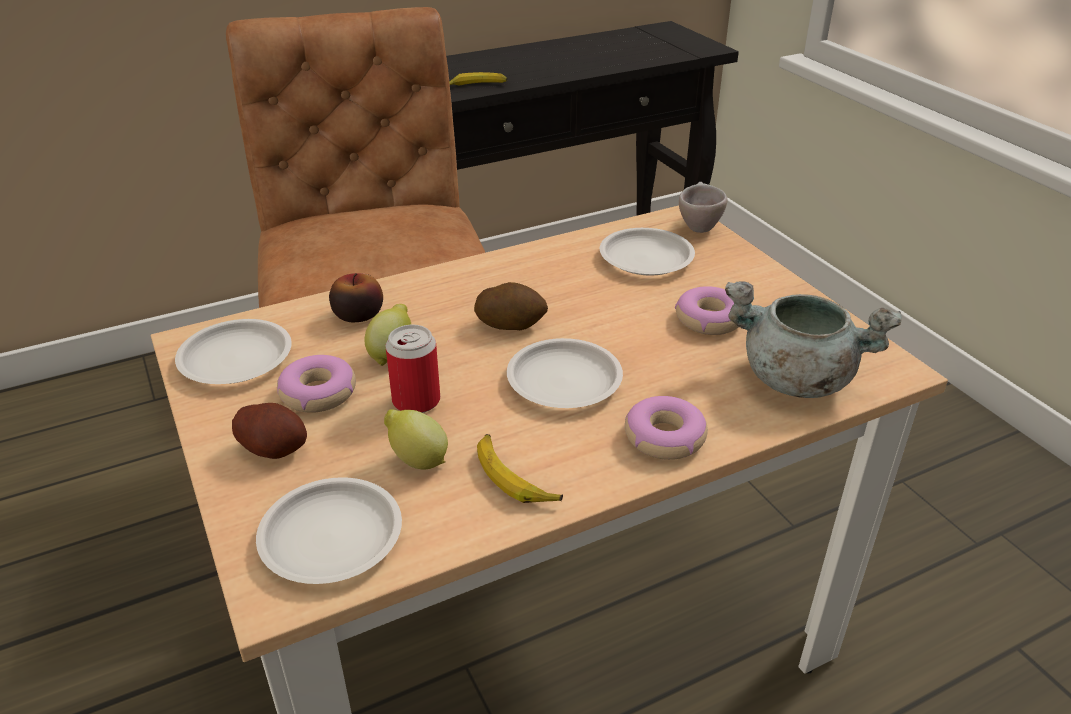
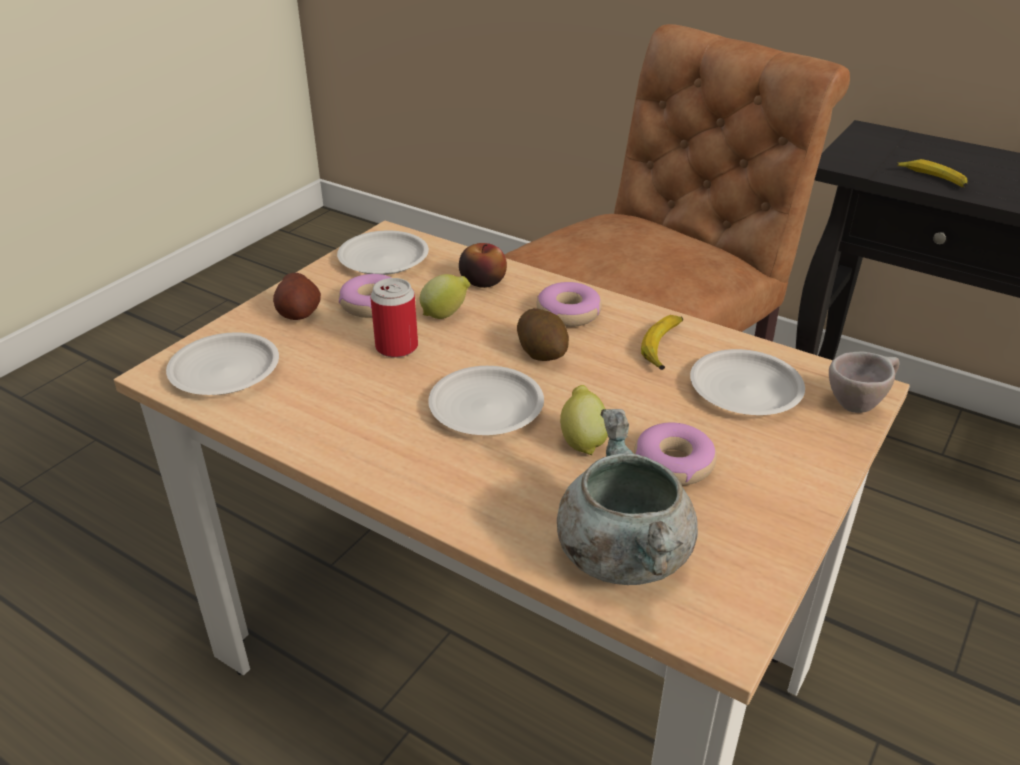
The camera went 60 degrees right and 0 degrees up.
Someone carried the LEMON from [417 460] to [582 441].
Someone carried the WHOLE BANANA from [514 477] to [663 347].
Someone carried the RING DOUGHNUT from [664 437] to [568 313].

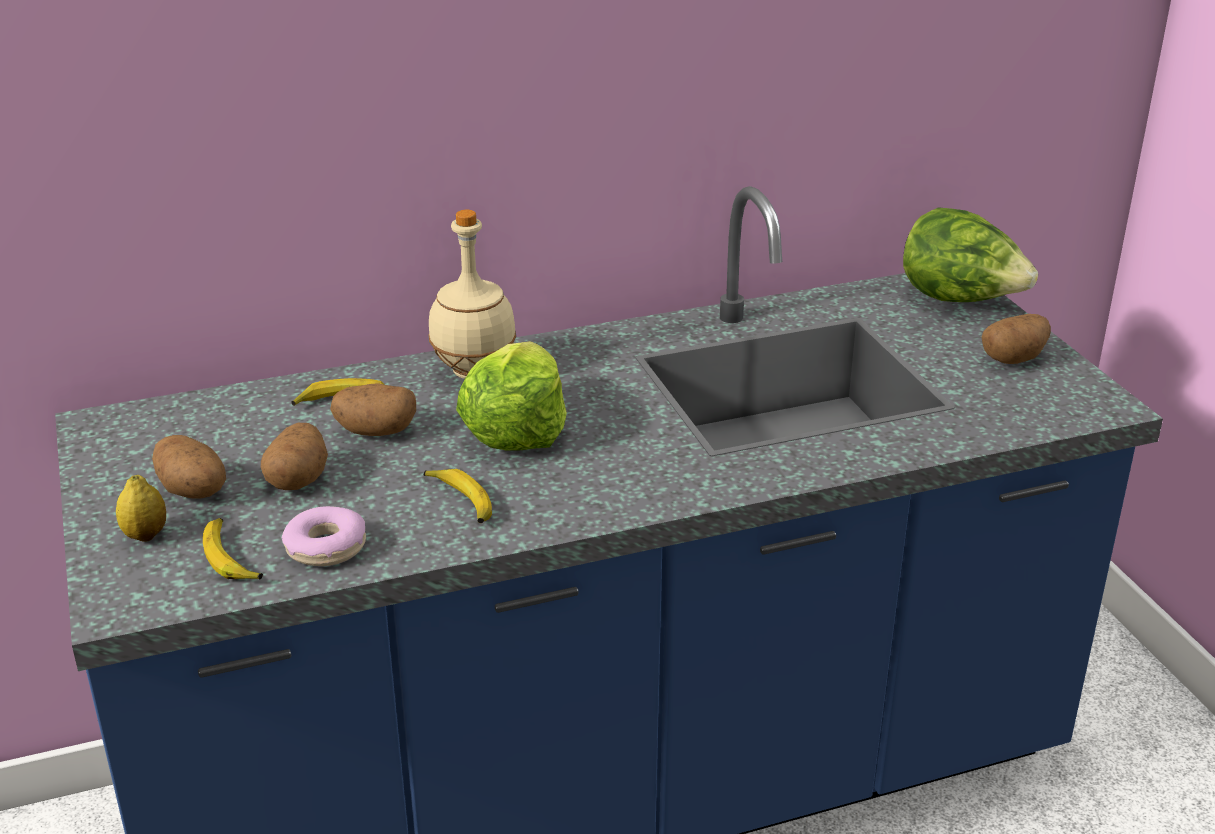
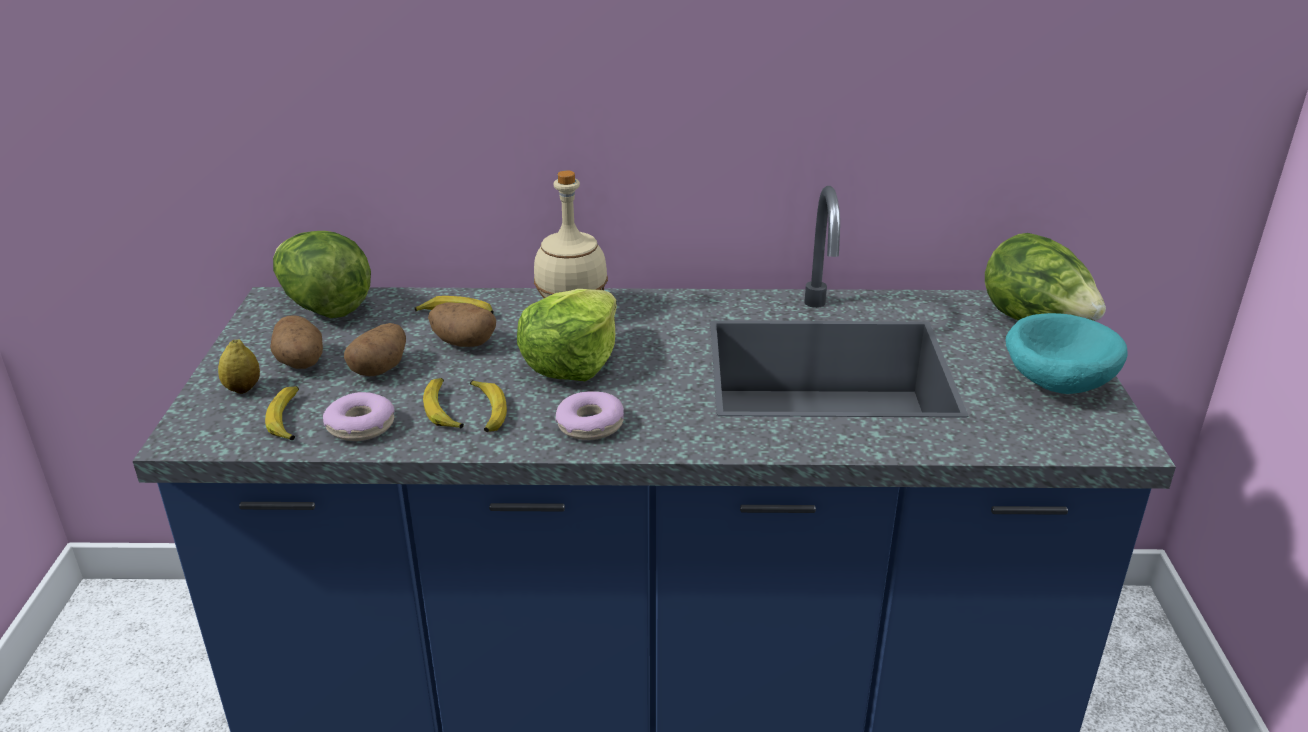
The camera went 20 degrees right and 0 degrees up.
Someone put down the LETTUCE at [324 306].
Someone put down the WHOLE BANANA at [444 410].
Someone put down the RING DOUGHNUT at [590 425].
Someone swapped the POTATO at [1013 358] for the BLUE-GREEN BOWL at [1055 382].

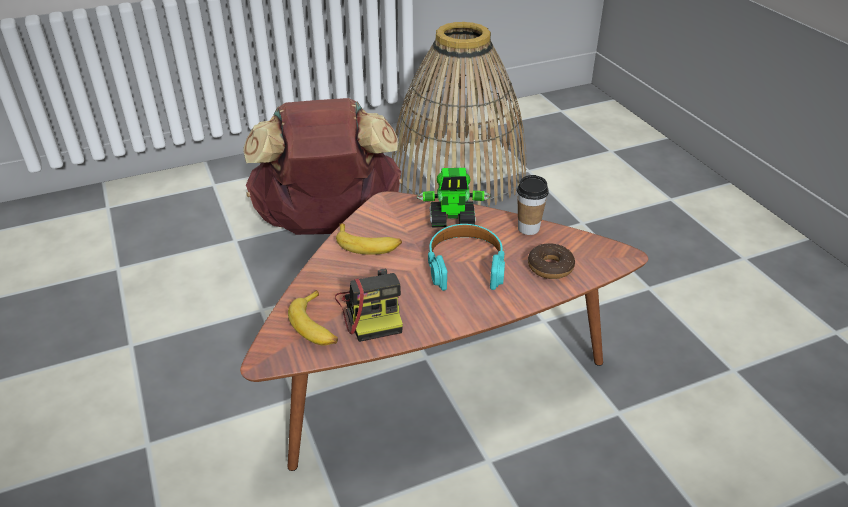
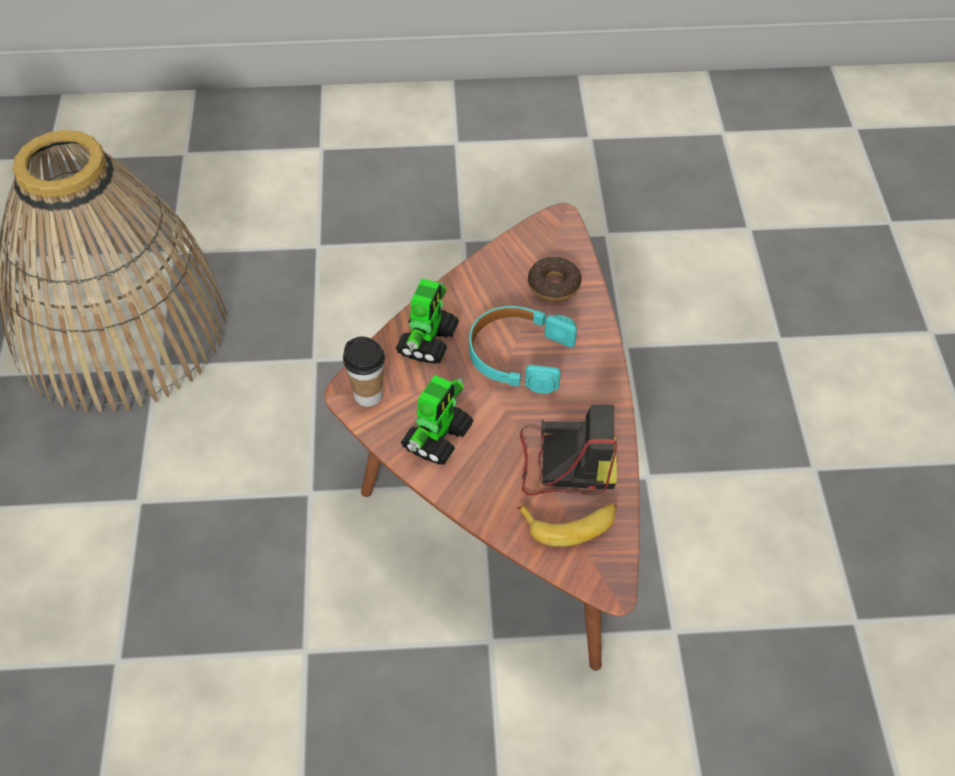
The camera went 70 degrees left and 15 degrees up.
Someone took away the BROWNISH RUCKSACK at [328 225].
Someone carried the CUP from [528 228] to [368 395].
Someone swapped the WHOLE BANANA at [368 245] for the MODEL ROBOT at [438 437].

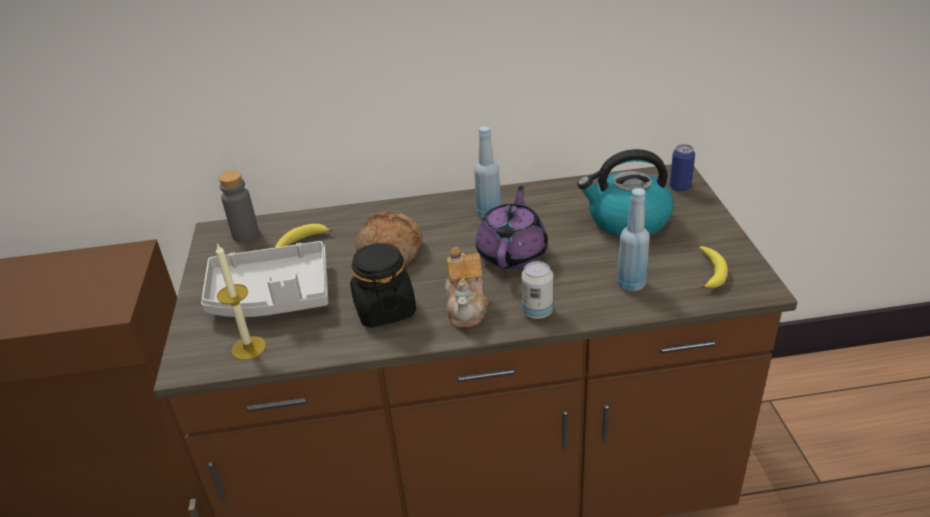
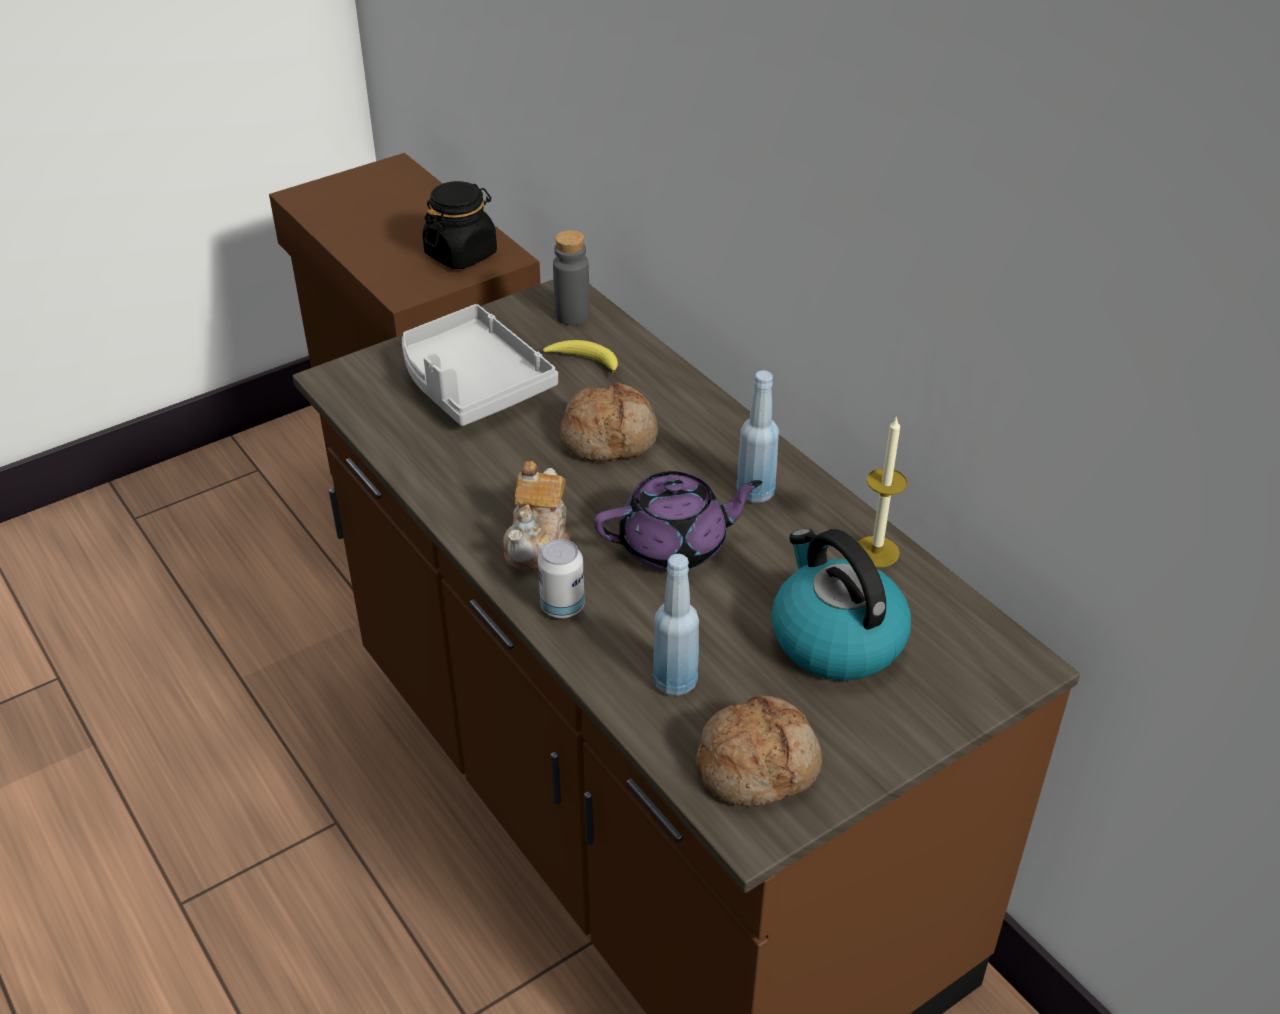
The camera went 60 degrees right and 5 degrees up.
Someone took away the METAL CAN at [680 187].
Someone carried the WAX LIGHT from [248 348] to [876 551].
Someone carried the BLACK-COLOURED JAR from [384 309] to [461 254].
Someone swapped the WHOLE BANANA at [711 272] for the BAKED BREAD at [757 764].
Someone rotated the POT FOR TEA at [467 306] by 45 degrees counterclockwise.

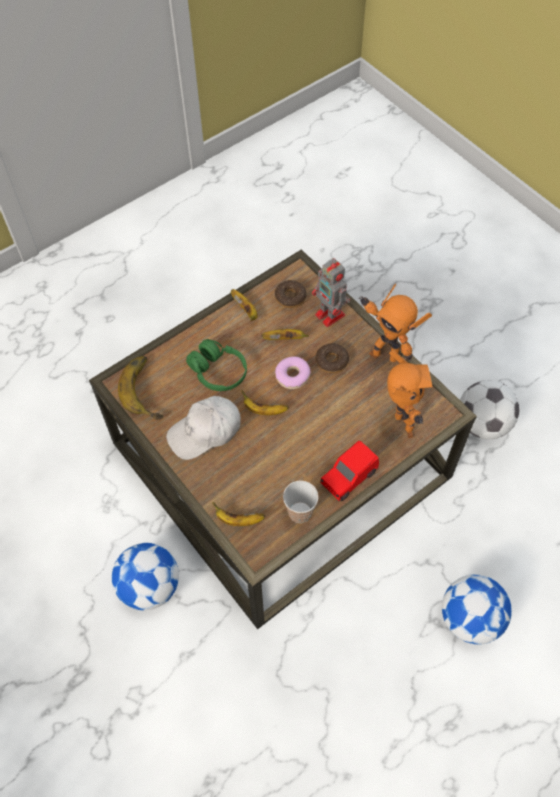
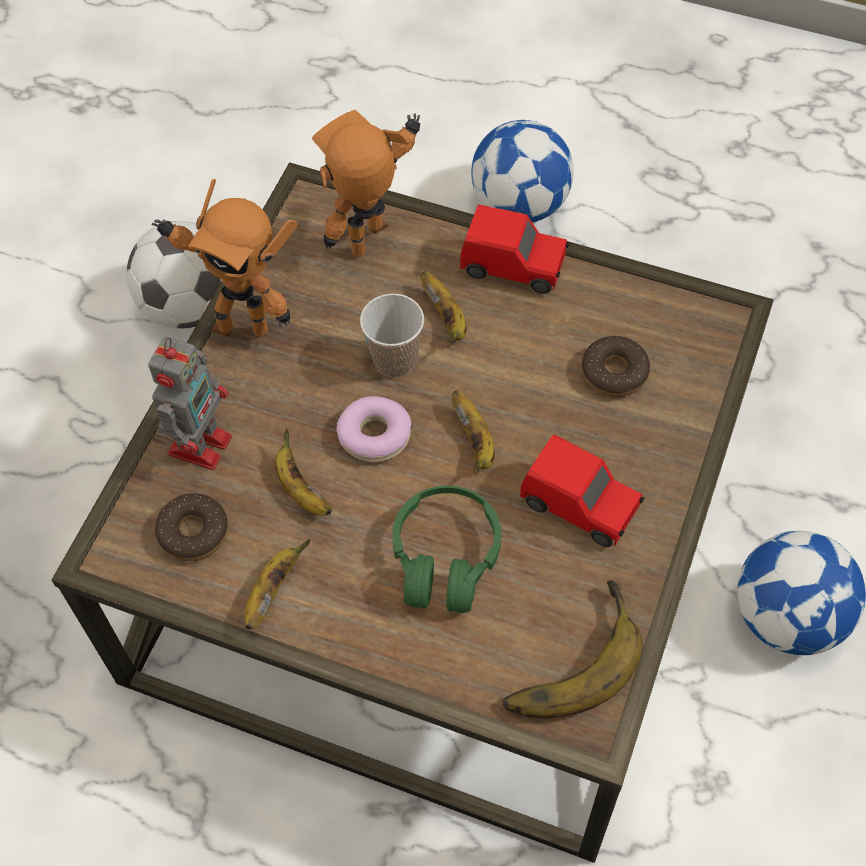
The camera went 120 degrees left and 0 degrees up.
Someone carried the WHOLE BANANA from [238 520] to [446 318].
Someone carried the CUP from [300 512] to [395 360].
Someone carried the RING DOUGHNUT from [331 361] to [614 372].
Someone swapped the WHITISH CAP at [205 432] for the REDDISH MINIATURE CAR at [580 506].
Someone rotated the MODEL ROBOT at [384 354] by 105 degrees clockwise.

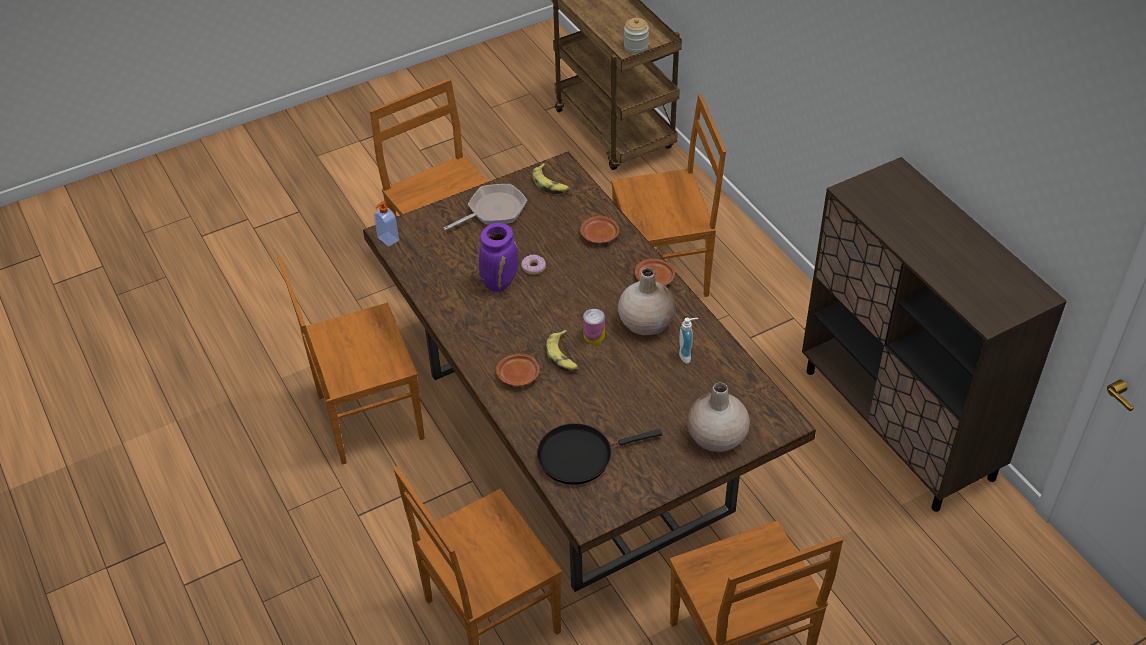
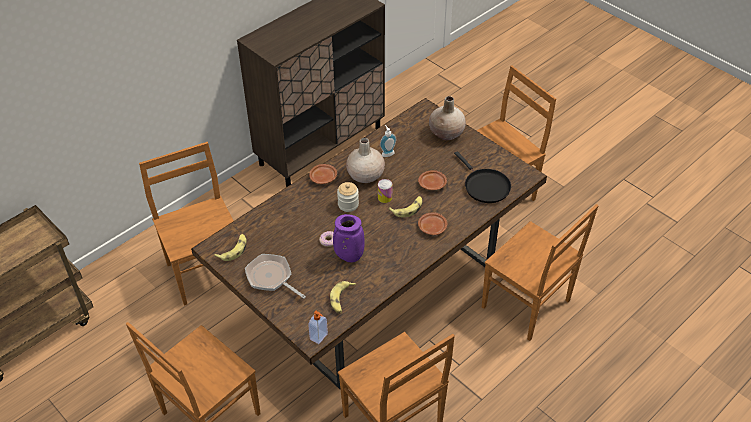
The camera went 105 degrees left and 0 degrees up.
Someone put down the WHOLE BANANA at [341 299].
Someone carried the BROWNISH DINNER PLATE from [599 235] to [432 184].
Someone carried the JAR from [636 46] to [348 204].

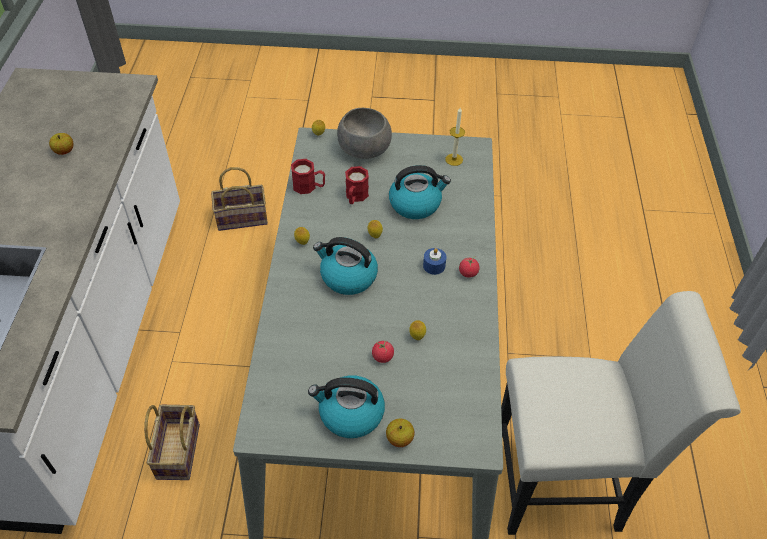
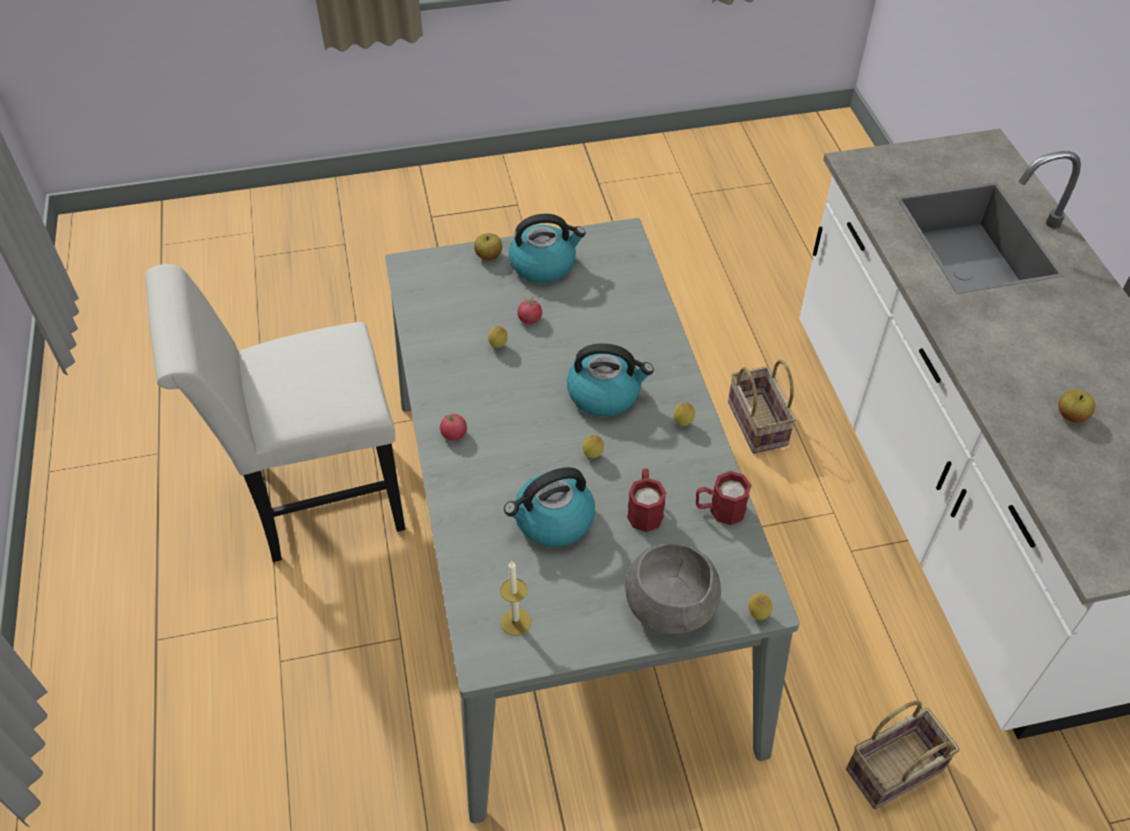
The camera went 165 degrees right and 0 degrees up.
Someone took away the BLUISH WAX LIGHT at [434 266].

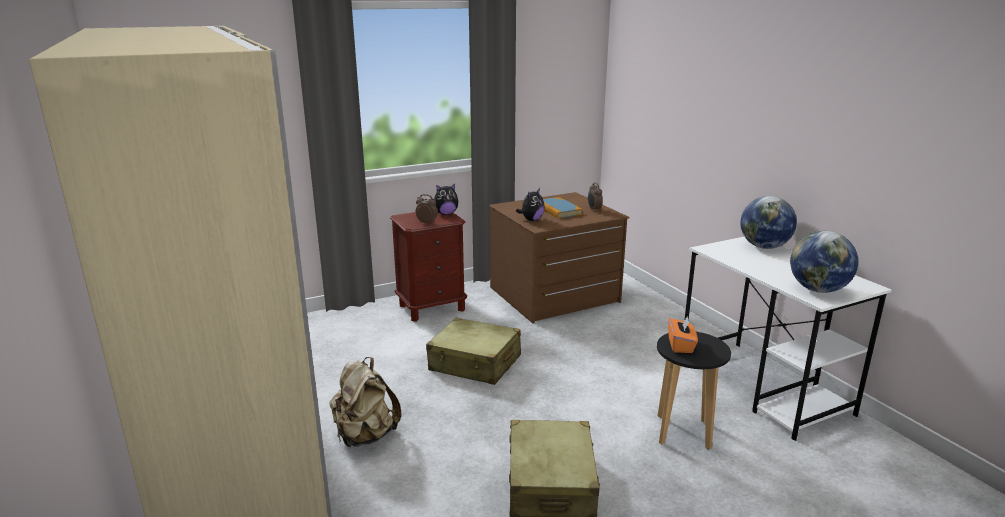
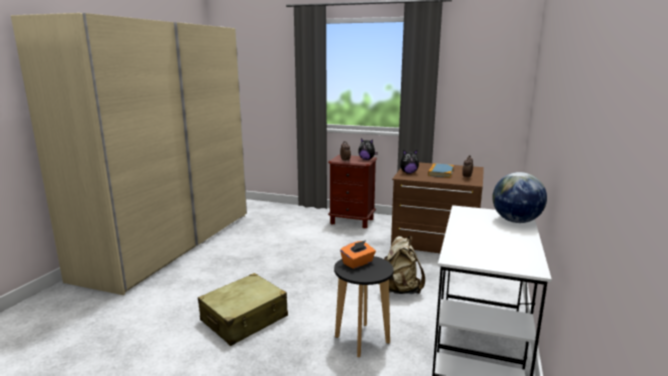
The camera went 45 degrees right and 5 degrees down.
Someone took away the SAND-COLOURED SUITCASE at [475 363].
Someone took away the DESK GLOBE at [818 290].
Someone carried the SAND-COLOURED RUCKSACK from [365 436] to [399 290].

